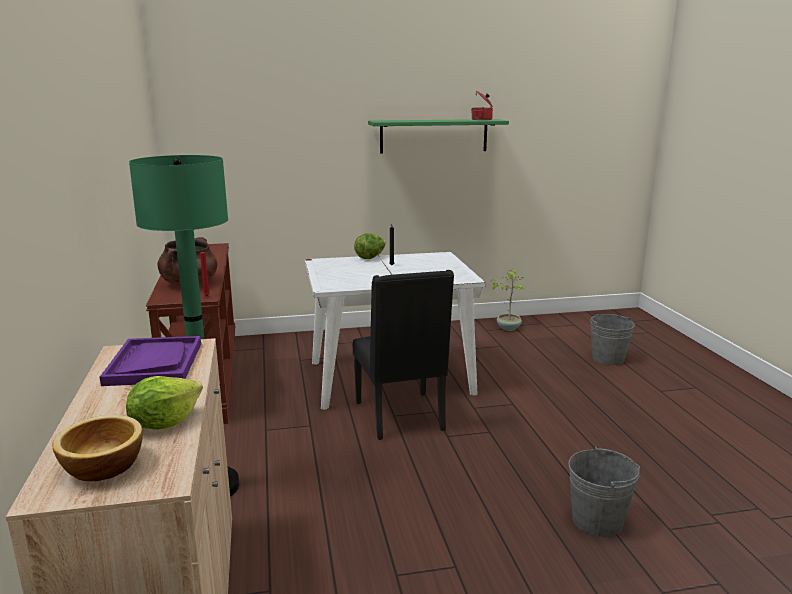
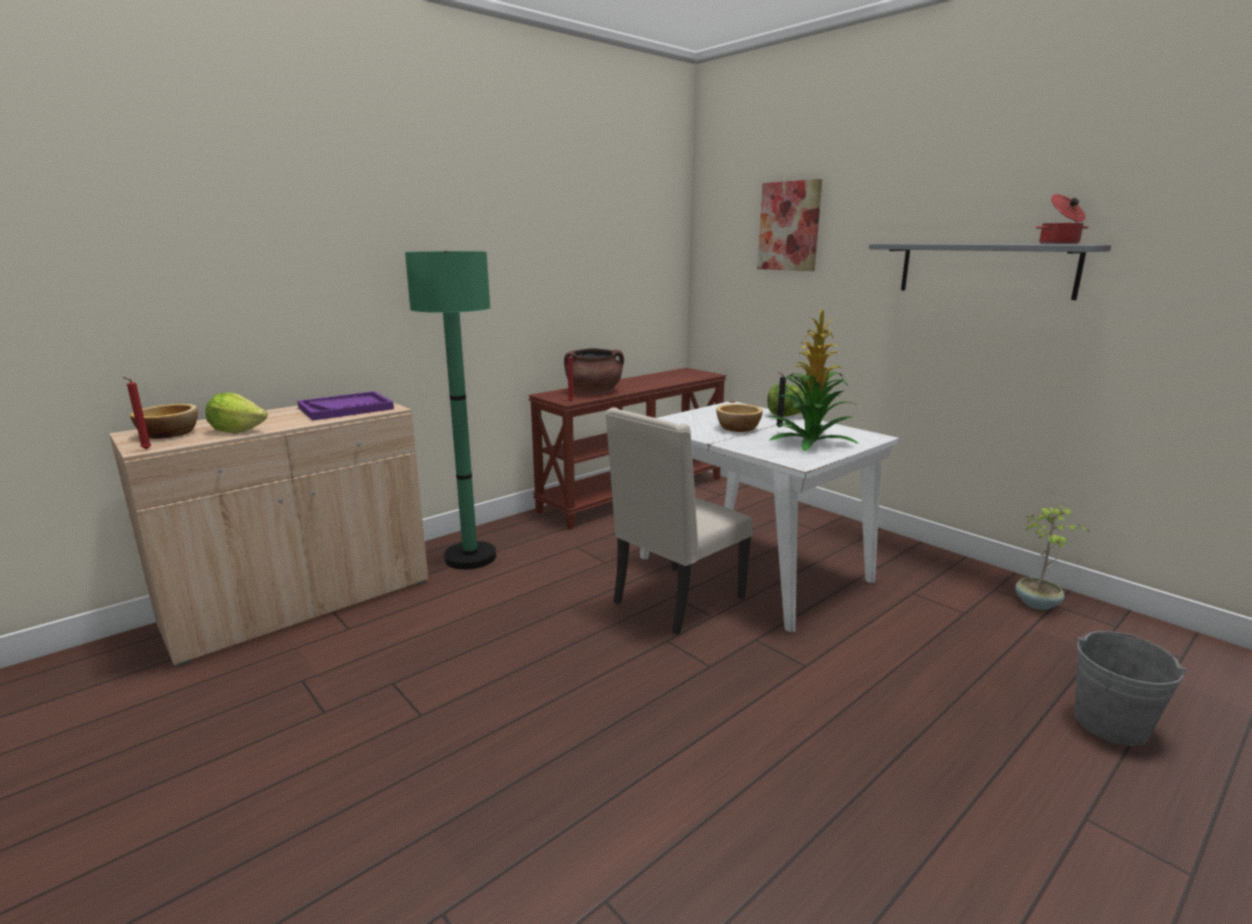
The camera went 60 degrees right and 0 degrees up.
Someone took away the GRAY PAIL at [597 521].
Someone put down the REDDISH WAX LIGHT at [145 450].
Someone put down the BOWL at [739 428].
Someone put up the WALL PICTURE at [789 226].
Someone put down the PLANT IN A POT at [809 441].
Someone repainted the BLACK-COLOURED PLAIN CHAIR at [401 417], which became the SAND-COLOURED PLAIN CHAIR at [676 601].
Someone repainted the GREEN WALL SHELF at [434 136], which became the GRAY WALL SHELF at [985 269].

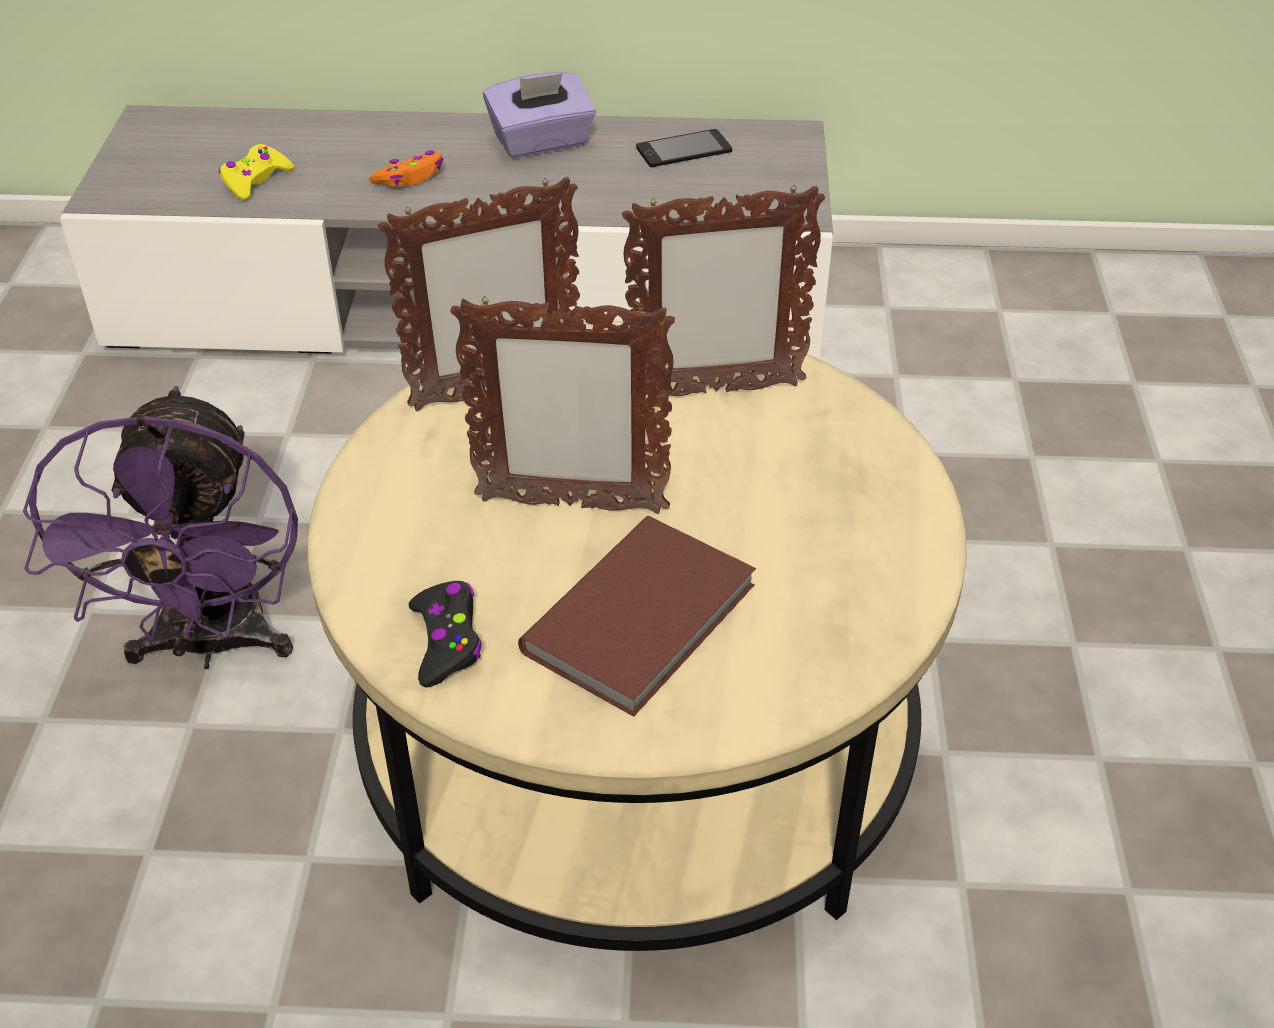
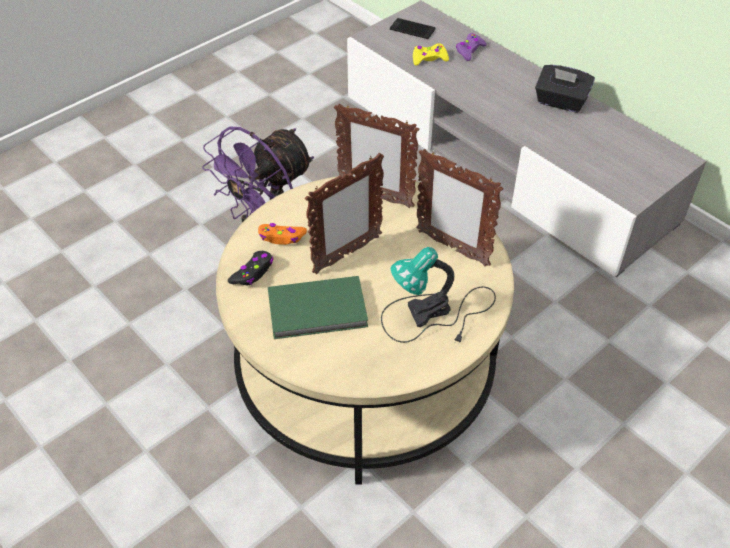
The camera went 45 degrees right and 5 degrees up.
Someone put down the LAMP FOR A TABLE at [436 314].
Someone put down the PURPLE-COLOURED JOYPAD at [469 50].
Someone carried the ORANGE JOYPAD from [410 178] to [281 237].
Someone carried the TELEPHONE from [684 150] to [412 29].
Someone repainted the PURPLE-COLOURED TISSUE BOX at [541 142], which became the BLACK-COLOURED TISSUE BOX at [560 102].
Someone repainted the BROWNISH VOLUME at [646 618], which became the GREEN VOLUME at [319 311].
Someone rotated the PICTURE FRAME at [570 505] by 90 degrees counterclockwise.

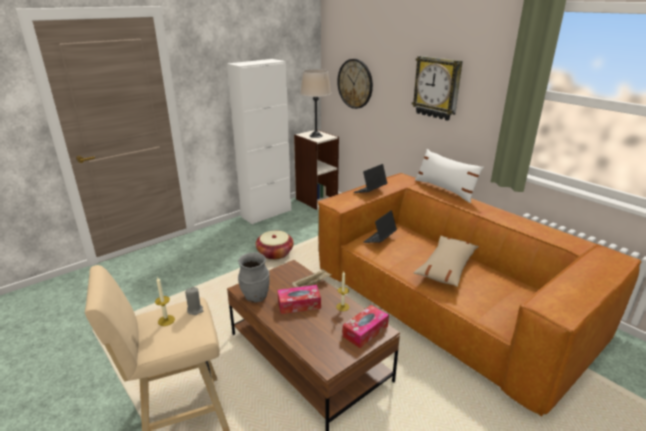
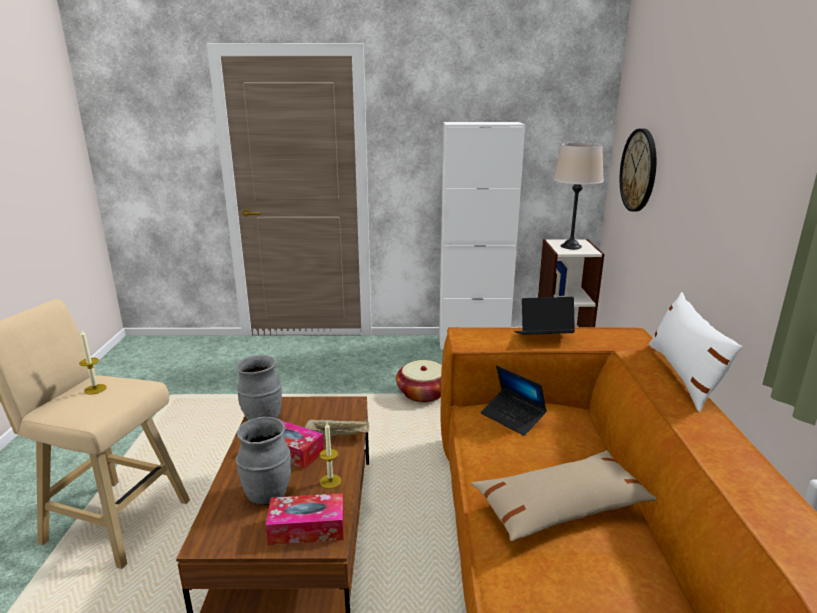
The camera went 40 degrees right and 5 degrees down.
Someone took away the GRAY WAX LIGHT at [195 310].
Someone took away the CLOCK ON THE WALL at [437 88].
Someone put down the GRAY FLOWER VASE at [267 494].
Someone rotated the NOTEBOOK COMPUTER at [380 239] by 120 degrees counterclockwise.

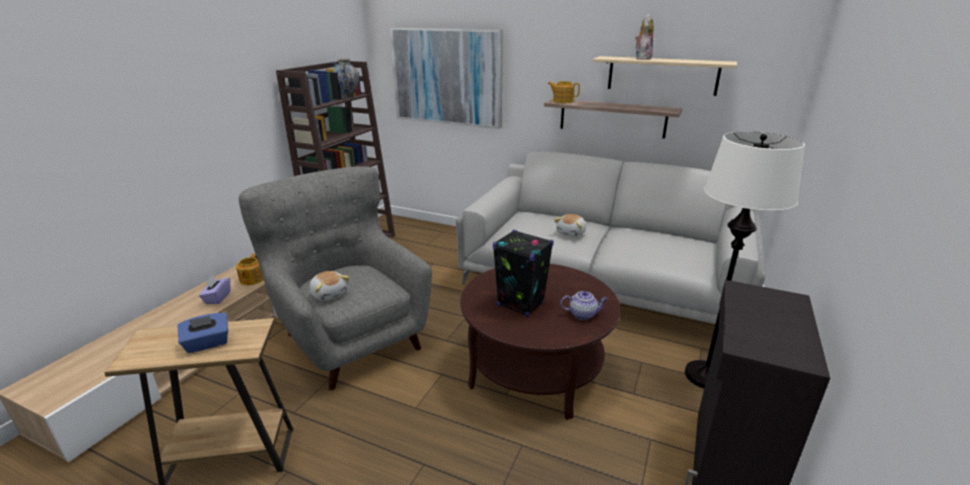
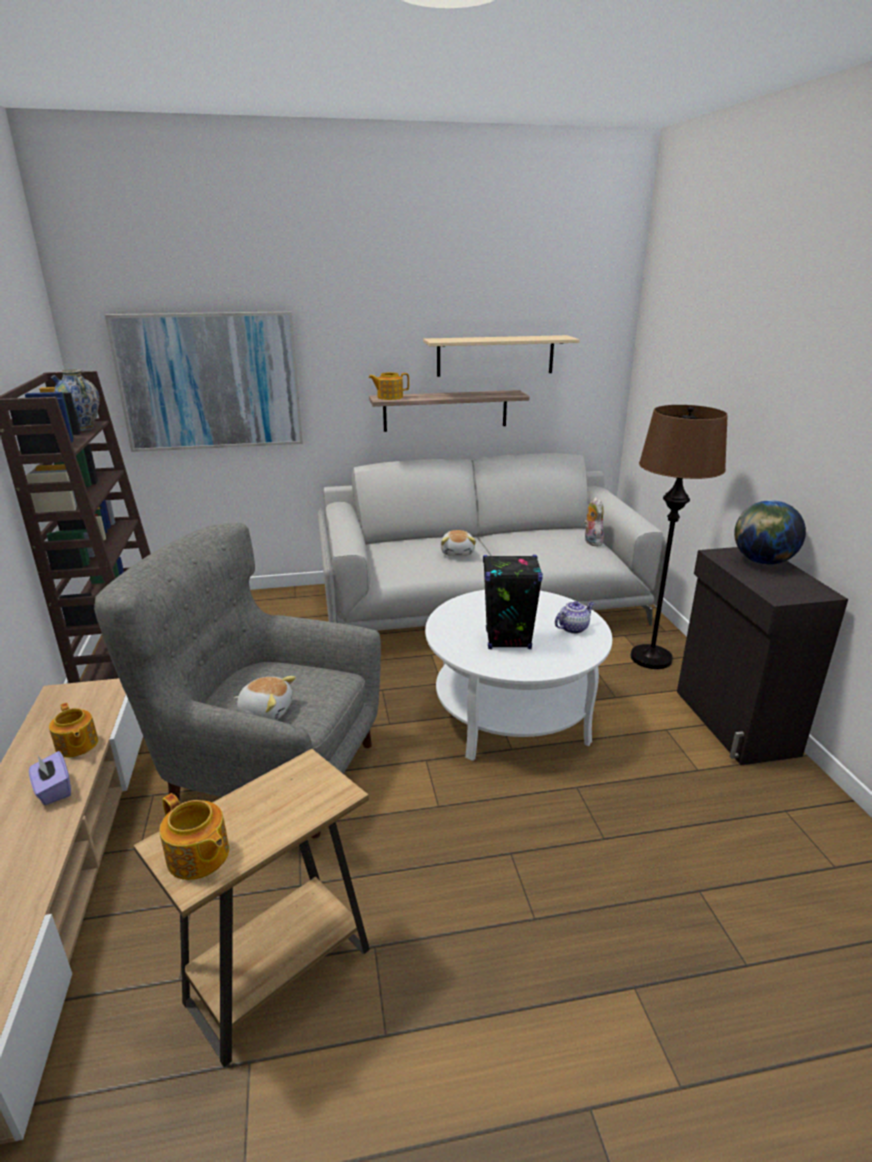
The camera went 35 degrees left and 0 degrees up.
Someone took away the BLUISH TISSUE BOX at [207 344].
Someone put down the POT FOR TEA at [198 857].
Someone put down the DESK GLOBE at [762 561].
Someone carried the SOFT TOY from [642 58] to [591 541].
Someone repainted the BROWNISH LOW TABLE at [535 369], which became the WHITISH LOW TABLE at [512 713].
Someone repainted the WHITISH FLOOR LAMP at [705 376], which became the BROWNISH FLOOR LAMP at [651 658].

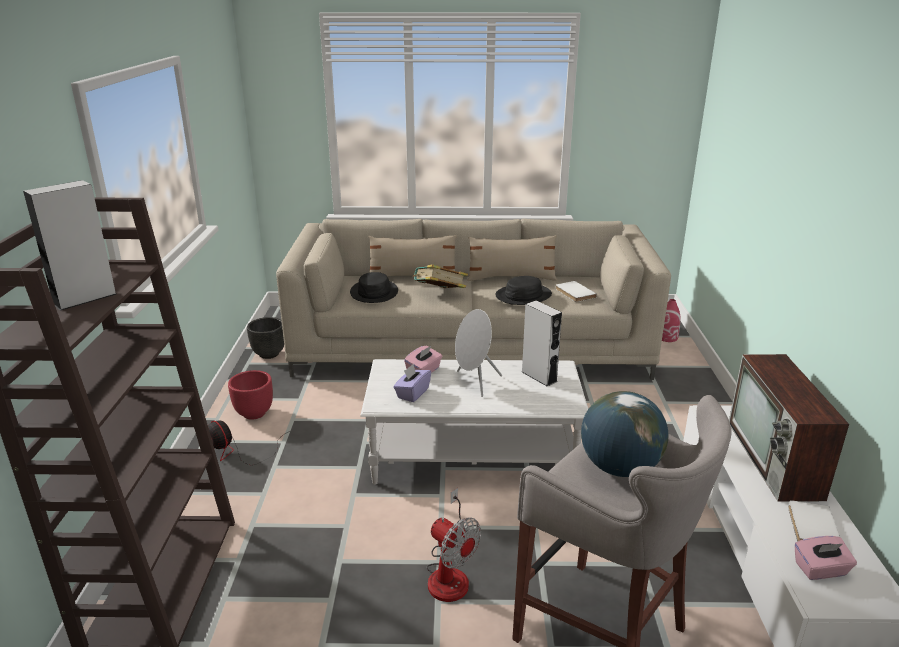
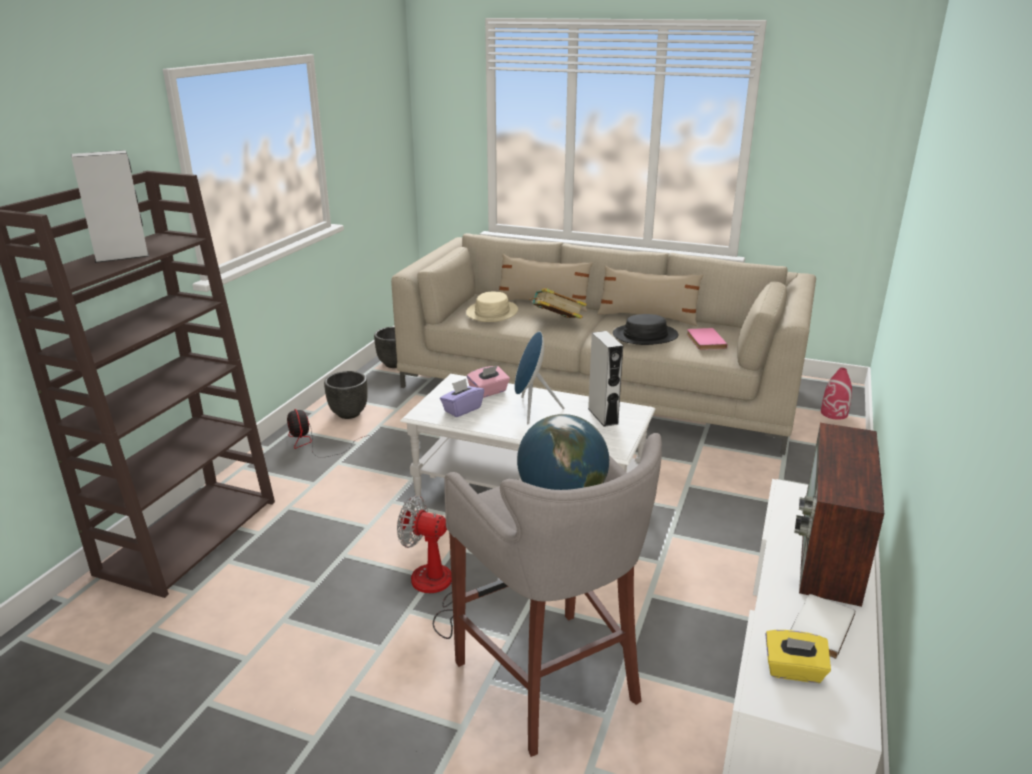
The camera went 20 degrees right and 0 degrees up.
Someone repainted the REDDISH FLOWER POT at [254 413], which became the BLACK-COLOURED FLOWER POT at [349 413].
Someone repainted the BLACK-COLOURED WEARABLE HAT at [374 292], which became the SAND-COLOURED WEARABLE HAT at [492 312].
Someone repainted the GRAY SPEAKER at [475 382], which became the BLUISH SPEAKER at [531 410].
Someone repainted the WHITISH VOLUME at [574 293], which became the PINK VOLUME at [704 341].
Someone repainted the PINK TISSUE BOX at [820 570], which became the YELLOW-COLOURED TISSUE BOX at [793 671].
Someone rotated the COOLING FAN at [450 573] by 135 degrees clockwise.

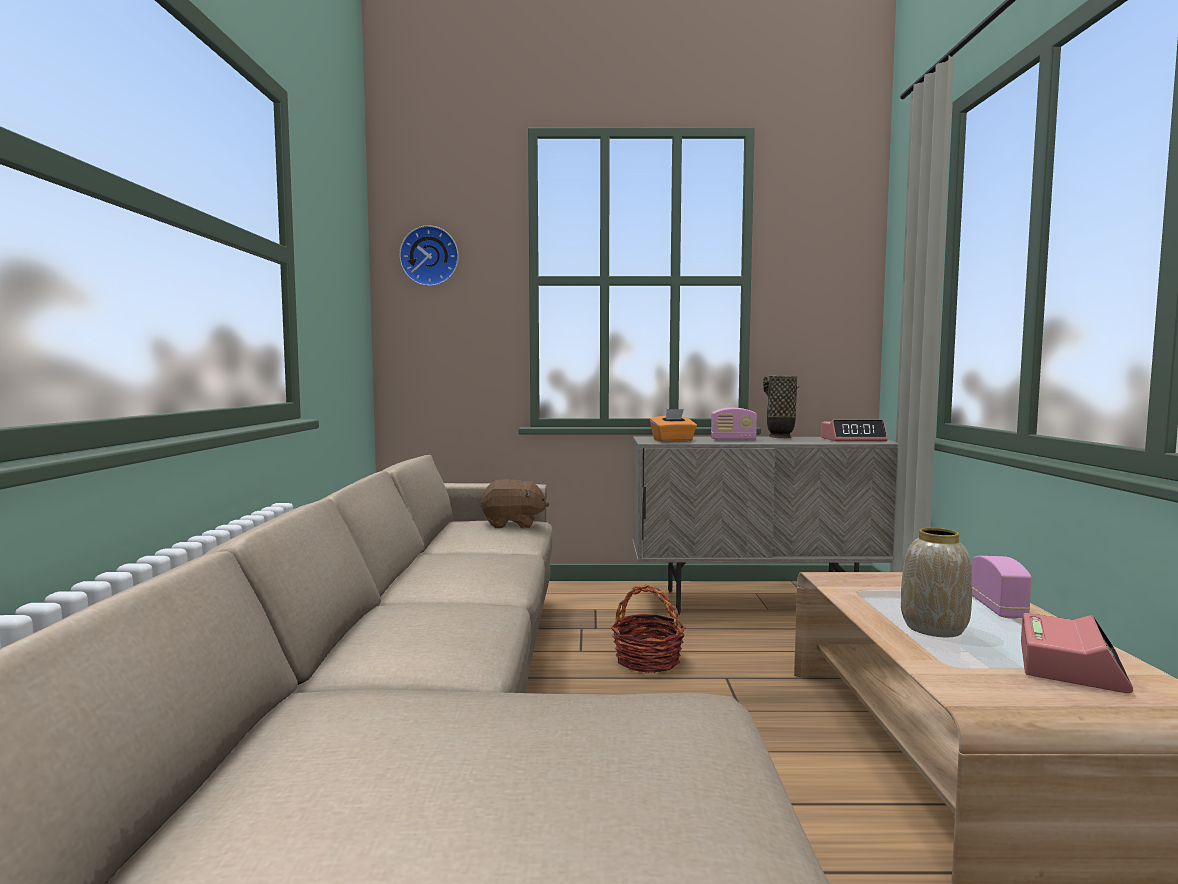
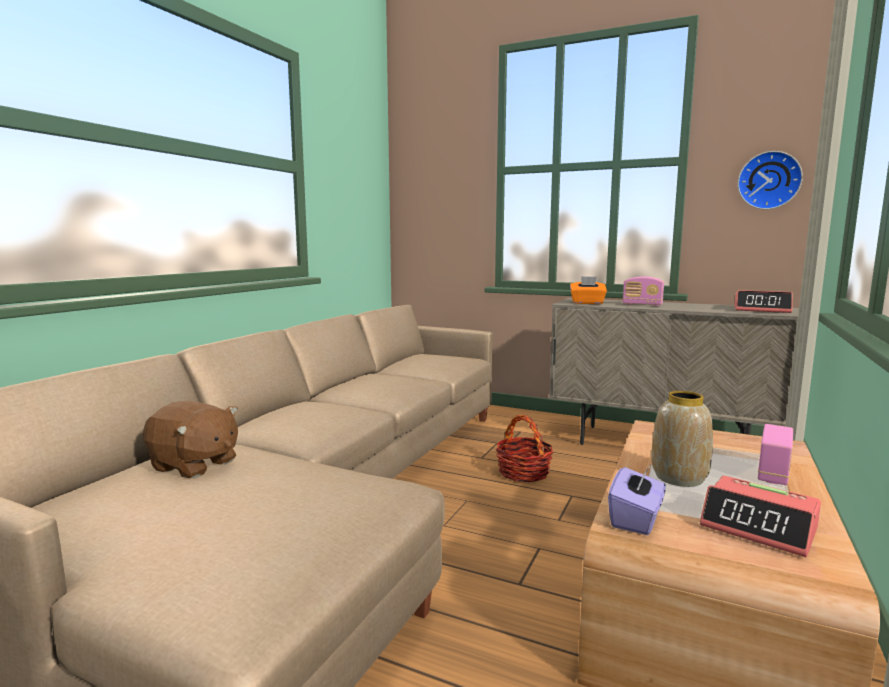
The camera went 25 degrees right and 5 degrees up.
Someone took away the FLOWER VASE at [780 437].
Someone put down the PURPLE-COLOURED TISSUE BOX at [636 519].
Someone carried the CLOCK ON THE WALL from [430 256] to [768 180].
Someone carried the BROWNISH SOFT TOY from [513 524] to [194 465].
Someone rotated the BEDSIDE CLOCK at [1070 666] by 75 degrees clockwise.

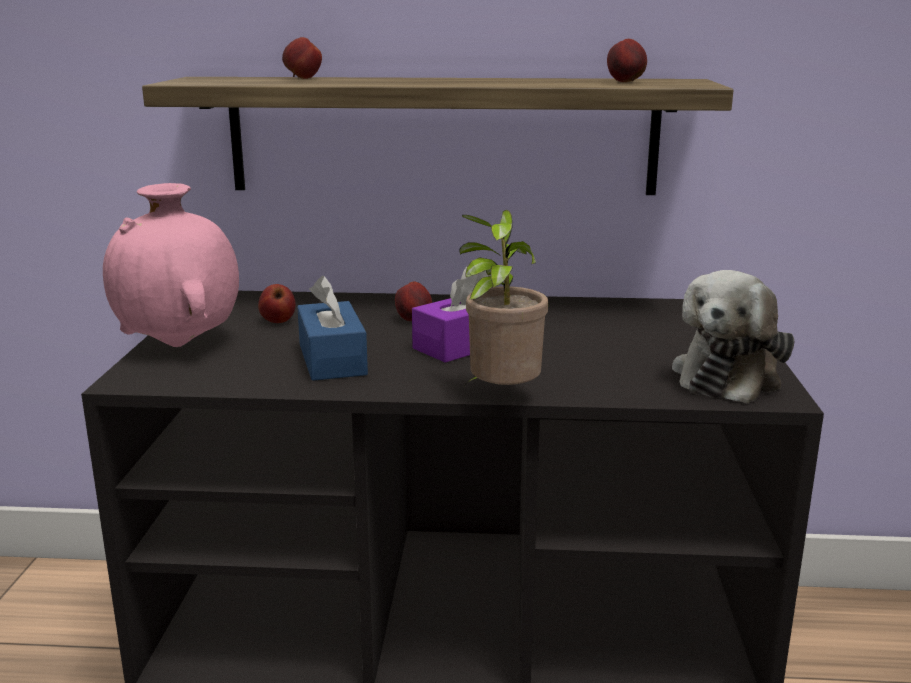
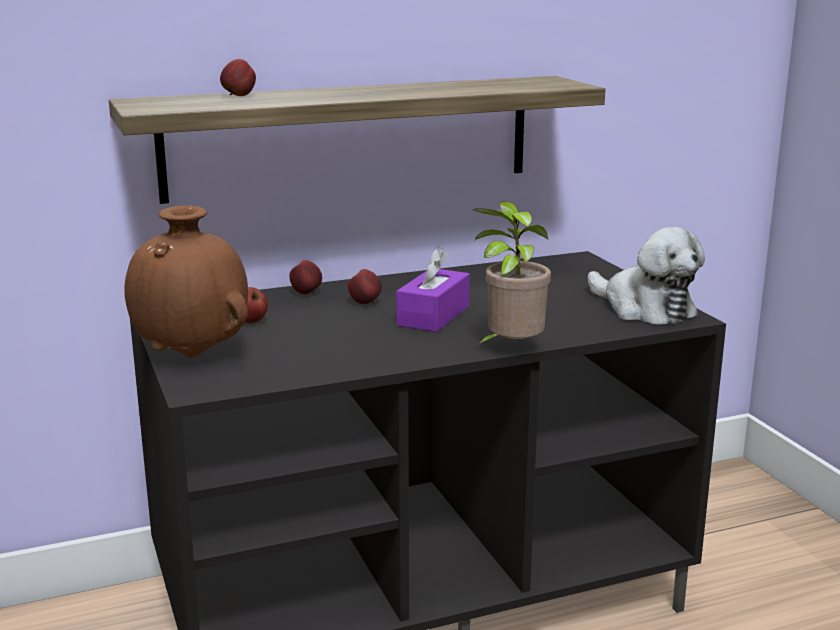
The camera went 25 degrees left and 0 degrees up.
Someone took away the BLUISH TISSUE BOX at [332 359].
Someone carried the APPLE FRUIT from [626 82] to [307 293].
Someone repainted the PINK FLOWER VASE at [180 345], which became the BROWNISH FLOWER VASE at [193 355].
Someone rotated the SOFT TOY at [729 376] by 45 degrees counterclockwise.

